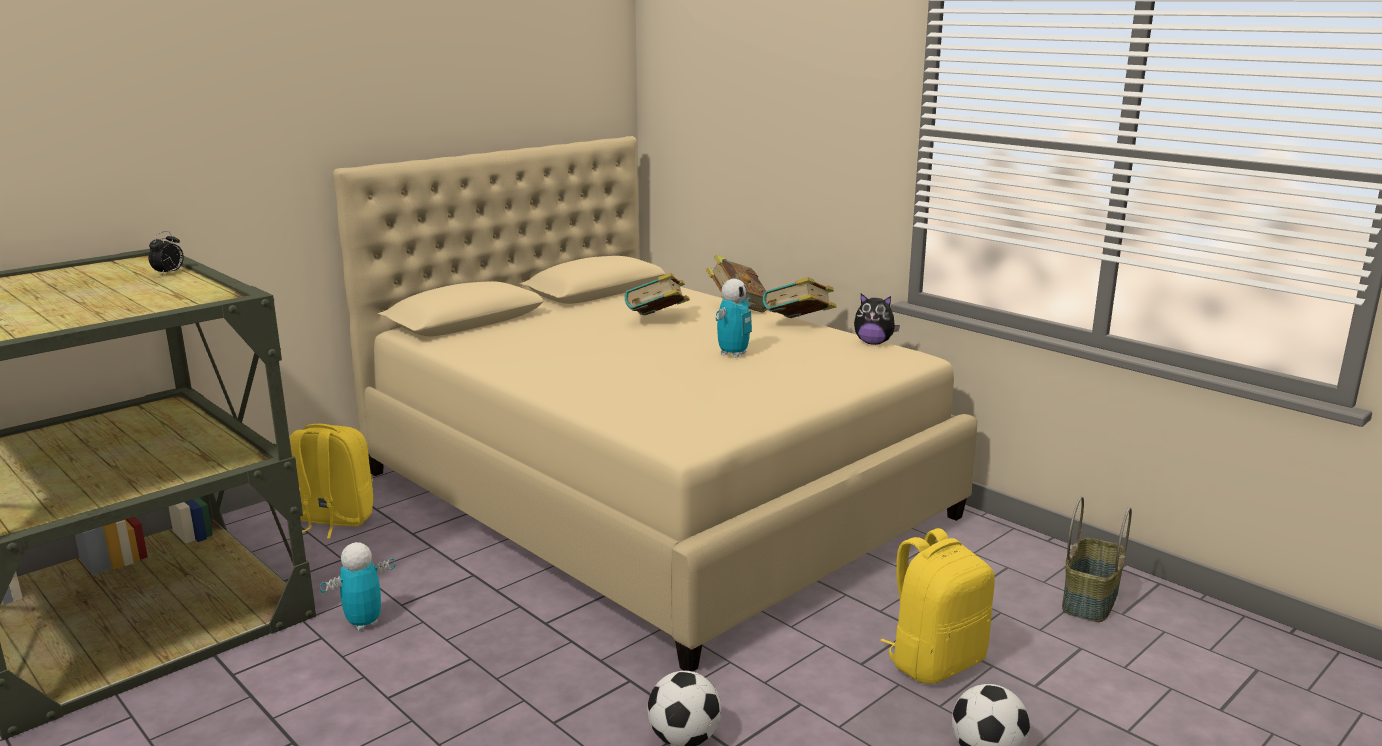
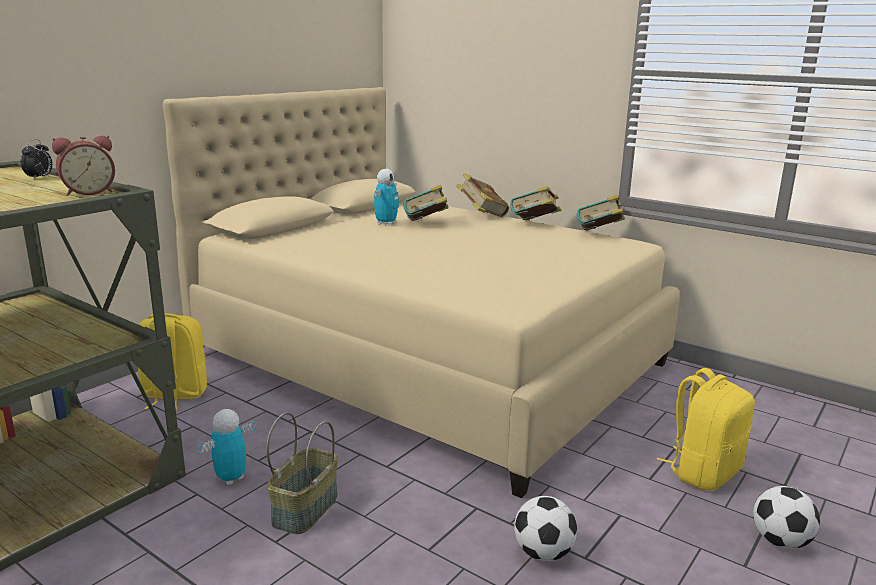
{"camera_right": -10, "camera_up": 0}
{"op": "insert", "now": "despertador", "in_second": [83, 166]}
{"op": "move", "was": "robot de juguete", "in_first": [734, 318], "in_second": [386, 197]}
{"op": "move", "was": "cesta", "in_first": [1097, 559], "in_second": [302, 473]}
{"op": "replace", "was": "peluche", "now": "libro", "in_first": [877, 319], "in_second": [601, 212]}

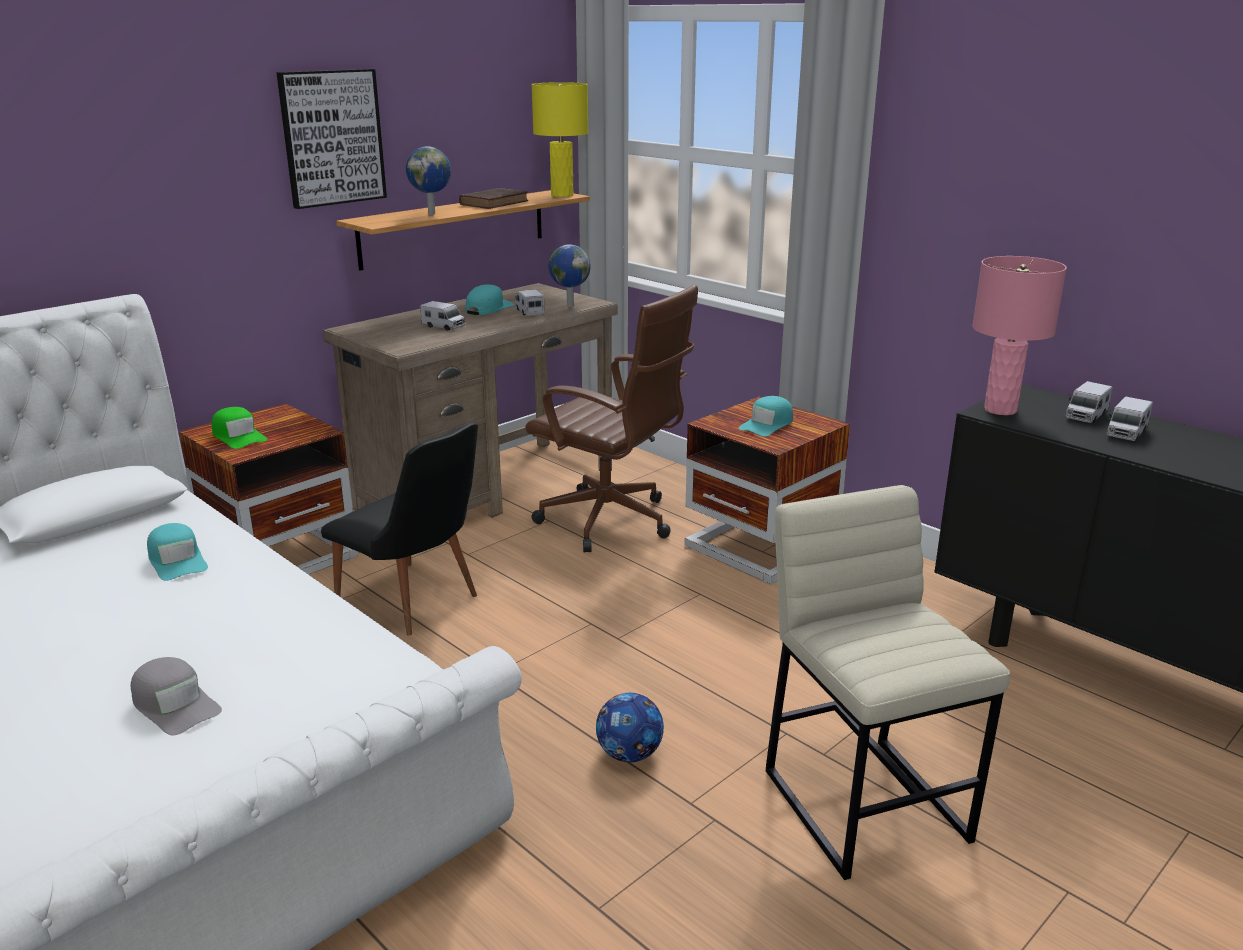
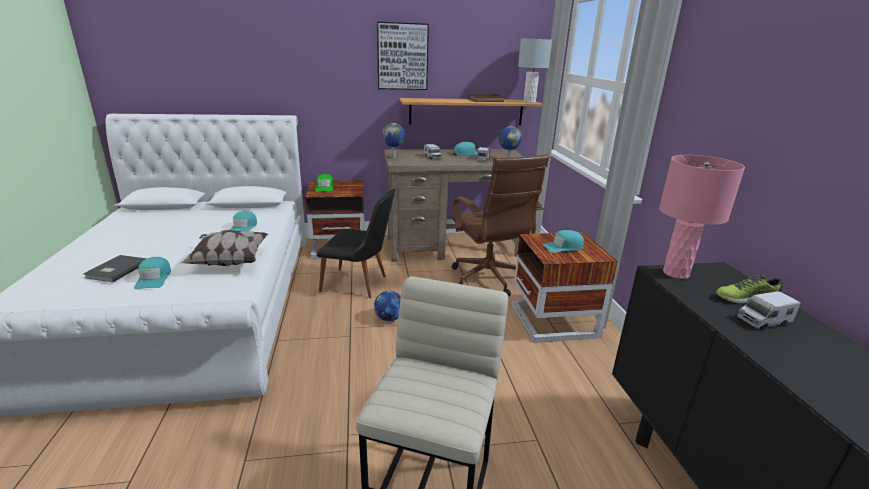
{"camera_right": 35, "camera_up": 0}
{"op": "insert", "now": "libro/gris", "in_second": [115, 268]}
{"op": "insert", "now": "cojín", "in_second": [224, 248]}
{"op": "move", "was": "globo terráqueo", "in_first": [428, 180], "in_second": [393, 140]}
{"op": "move", "was": "balón de fútbol", "in_first": [630, 727], "in_second": [387, 306]}
{"op": "replace", "was": "camión de juguete", "now": "zapato", "in_first": [1088, 402], "in_second": [749, 289]}
{"op": "recolor", "was": "gorra/gris", "now": "gorra/turquesa", "in_first": [176, 696], "in_second": [152, 273]}
{"op": "recolor", "was": "lámpara de mesa/amarillo", "now": "lámpara de mesa/gris", "in_first": [559, 139], "in_second": [535, 71]}
{"op": "rotate", "was": "silla/negro", "in_first": [399, 529], "in_second": [356, 243], "clockwise": -60}

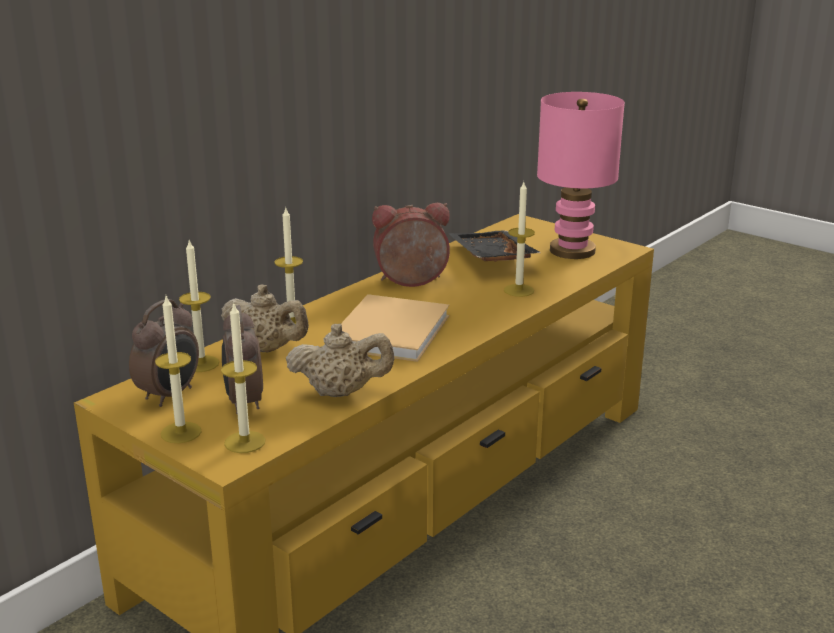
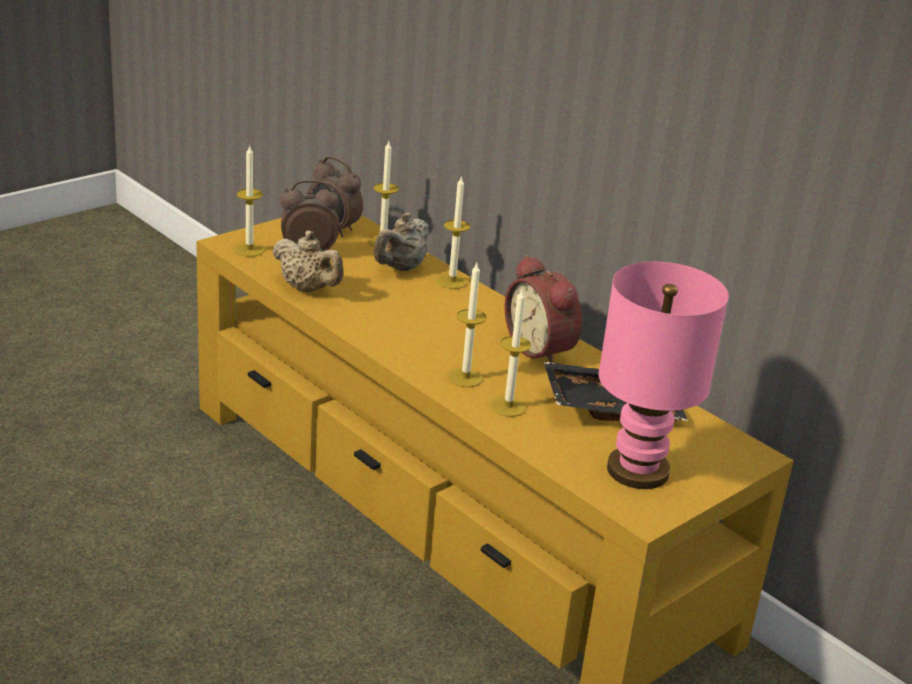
{"camera_right": 95, "camera_up": 5}
{"op": "delete", "was": "libro/beis", "in_first": [395, 328]}
{"op": "move", "was": "vela", "in_first": [178, 369], "in_second": [467, 325]}
{"op": "rotate", "was": "tetera/beis", "in_first": [340, 360], "in_second": [308, 261], "clockwise": -60}
{"op": "rotate", "was": "despertador", "in_first": [411, 245], "in_second": [543, 309], "clockwise": 150}

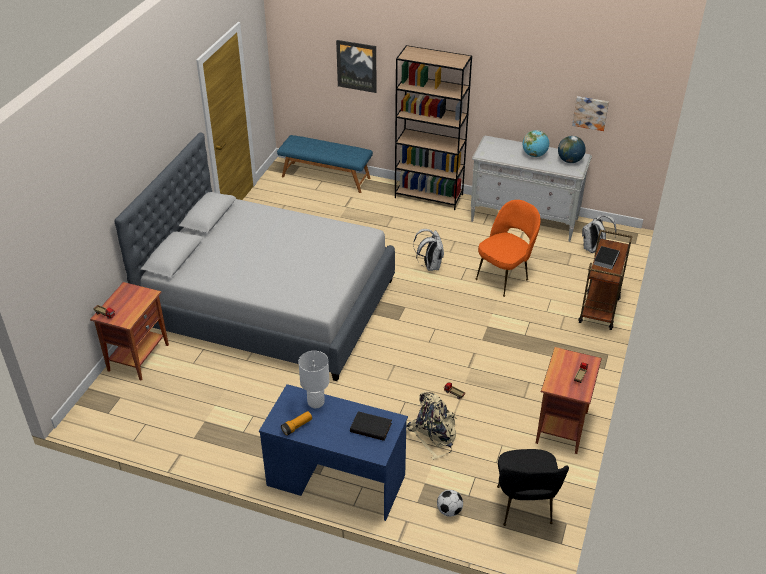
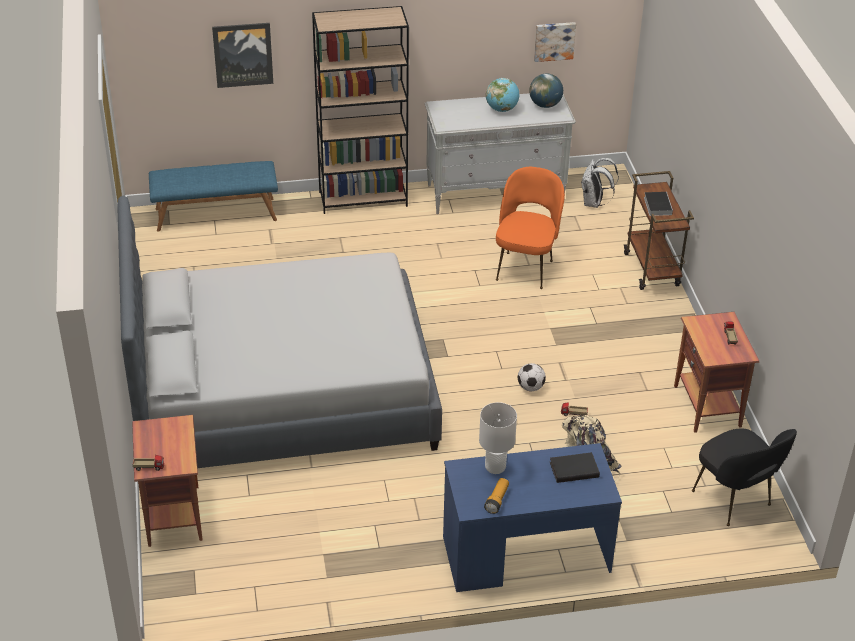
{"camera_right": -30, "camera_up": 0}
{"op": "delete", "was": "mochila/blanco", "in_first": [428, 250]}
{"op": "move", "was": "balón de fútbol", "in_first": [450, 503], "in_second": [532, 377]}

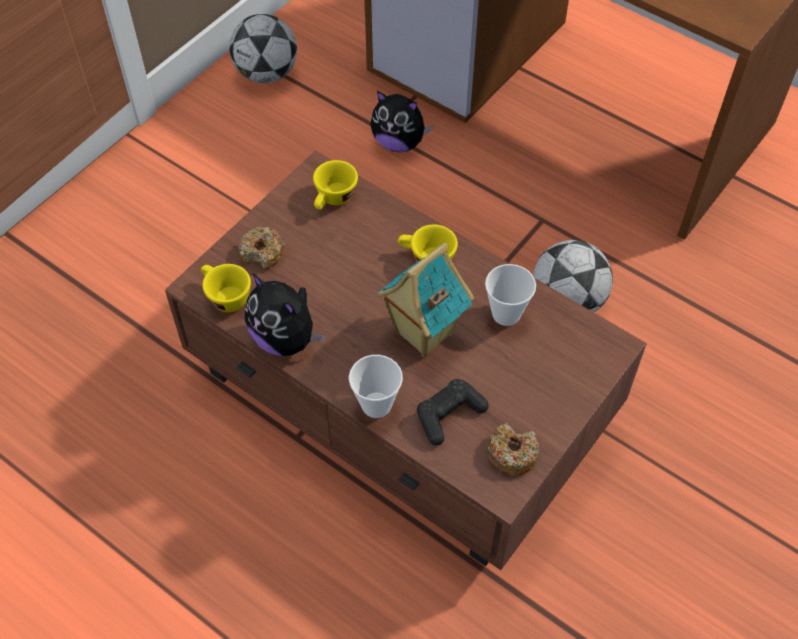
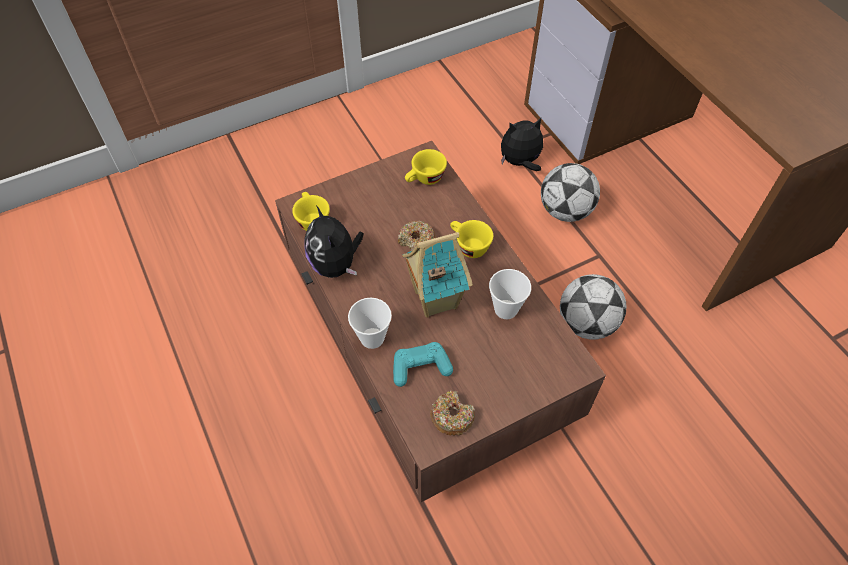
{"camera_right": 25, "camera_up": 0}
{"op": "move", "was": "balón de fútbol", "in_first": [263, 48], "in_second": [570, 192]}
{"op": "move", "was": "rosquilla", "in_first": [261, 247], "in_second": [417, 236]}
{"op": "recolor", "was": "mando de consola/negro", "now": "mando de consola/turquesa", "in_first": [453, 412], "in_second": [423, 364]}
{"op": "rotate", "was": "peluche", "in_first": [402, 121], "in_second": [522, 144], "clockwise": 120}

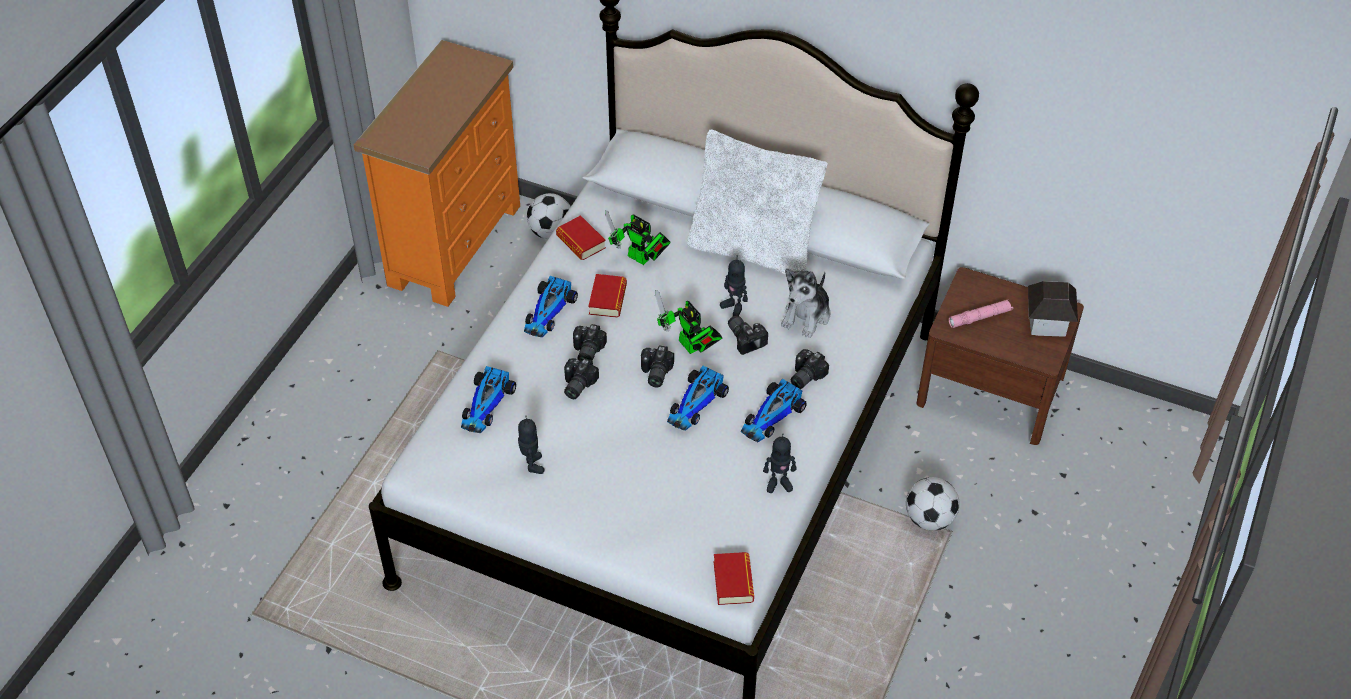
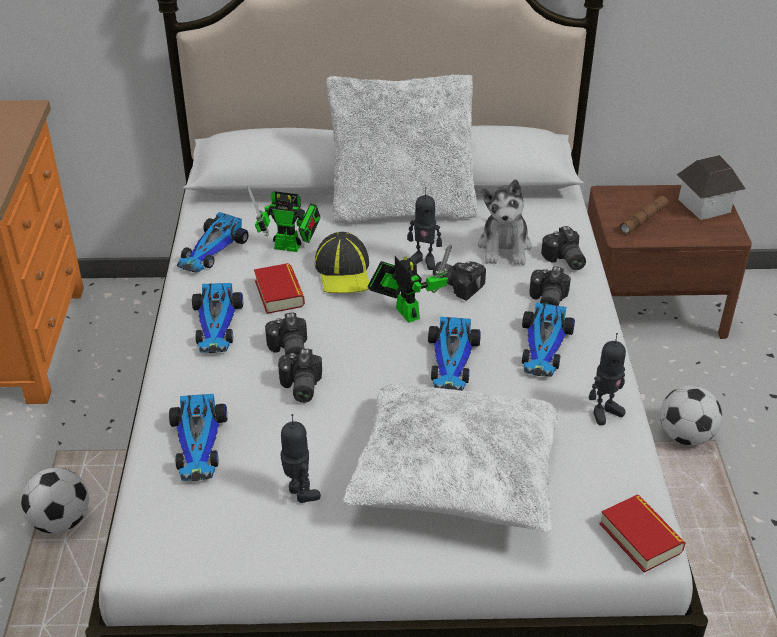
{"camera_right": -25, "camera_up": -10}
{"op": "insert", "now": "gorra", "in_second": [342, 262]}
{"op": "insert", "now": "cojín/blanco", "in_second": [451, 458]}
{"op": "move", "was": "balón de fútbol", "in_first": [549, 216], "in_second": [55, 501]}
{"op": "move", "was": "cámara", "in_first": [657, 366], "in_second": [563, 248]}
{"op": "replace", "was": "libro", "now": "coche de juguete", "in_first": [581, 237], "in_second": [213, 242]}
{"op": "recolor", "was": "linterna/rosa", "now": "linterna/marrón", "in_first": [981, 314], "in_second": [644, 215]}
{"op": "rotate", "was": "robot de juguete", "in_first": [688, 322], "in_second": [410, 283], "clockwise": -150}

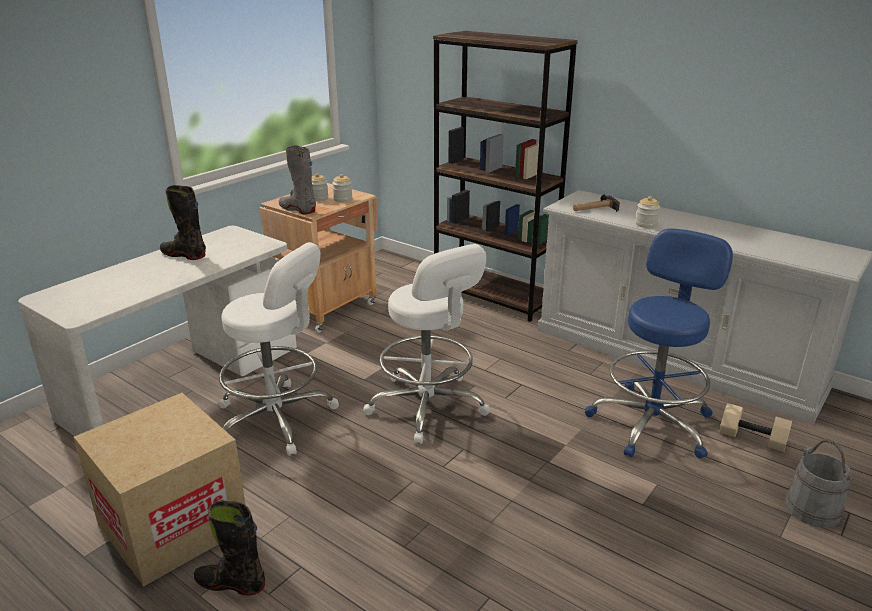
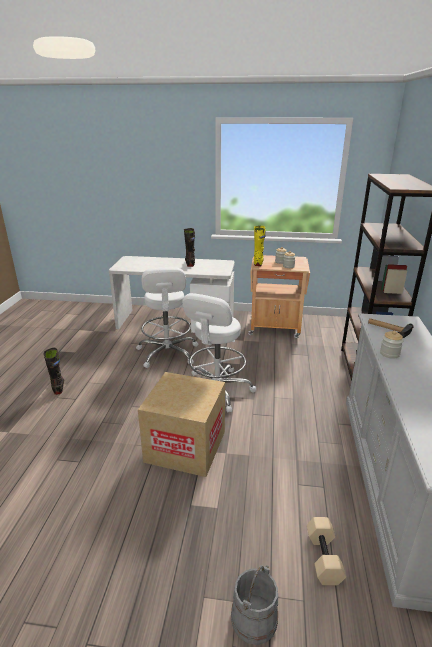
{"camera_right": 60, "camera_up": 0}
{"op": "delete", "was": "taburete/azul", "in_first": [659, 343]}
{"op": "move", "was": "caja de cartón", "in_first": [160, 490], "in_second": [181, 424]}
{"op": "recolor", "was": "bota/gris", "now": "bota/amarillo", "in_first": [297, 180], "in_second": [260, 246]}

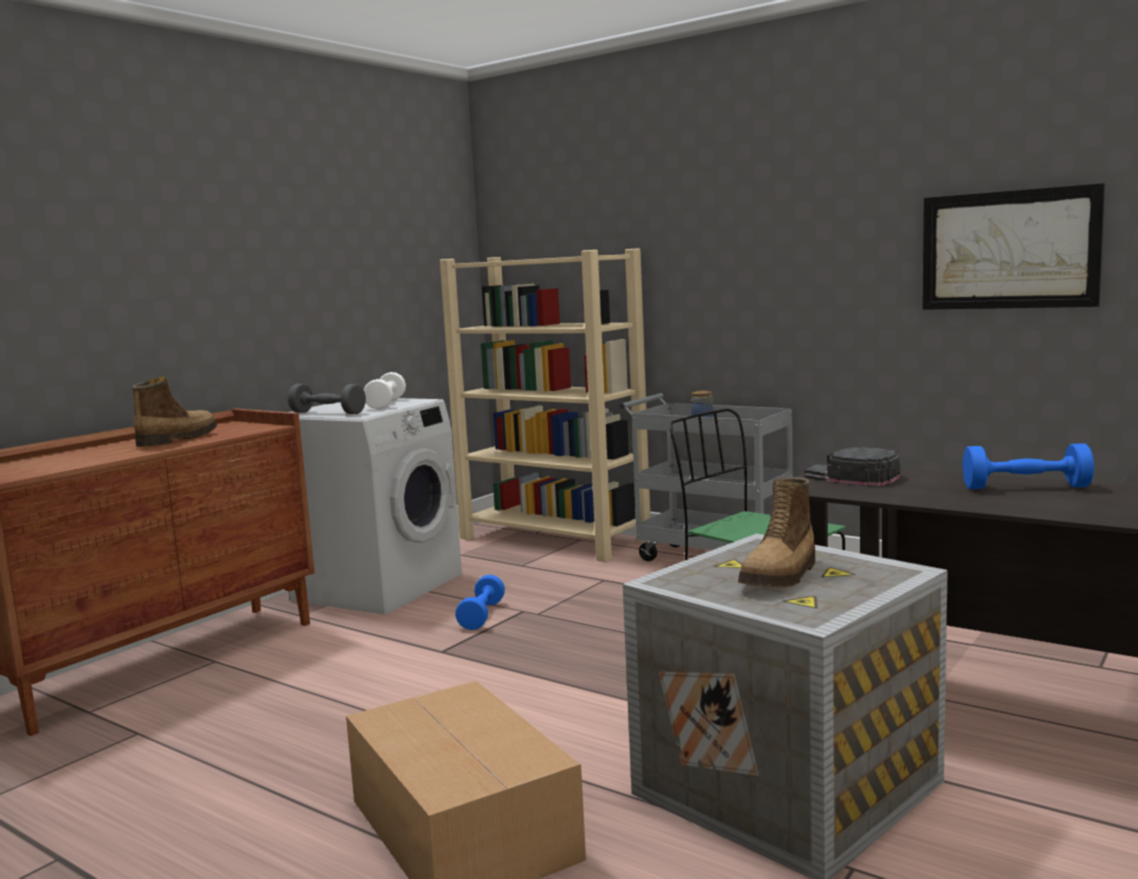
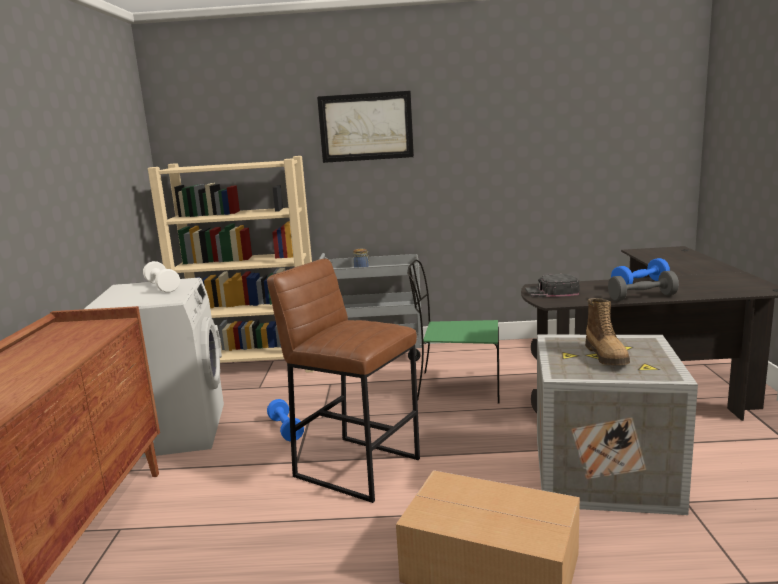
{"camera_right": -35, "camera_up": 5}
{"op": "delete", "was": "bota", "in_first": [174, 411]}
{"op": "insert", "now": "taburete/marrón", "in_second": [343, 380]}
{"op": "move", "was": "mancuerna/gris", "in_first": [327, 399], "in_second": [643, 286]}
{"op": "move", "was": "cuadro", "in_first": [1013, 246], "in_second": [365, 127]}

